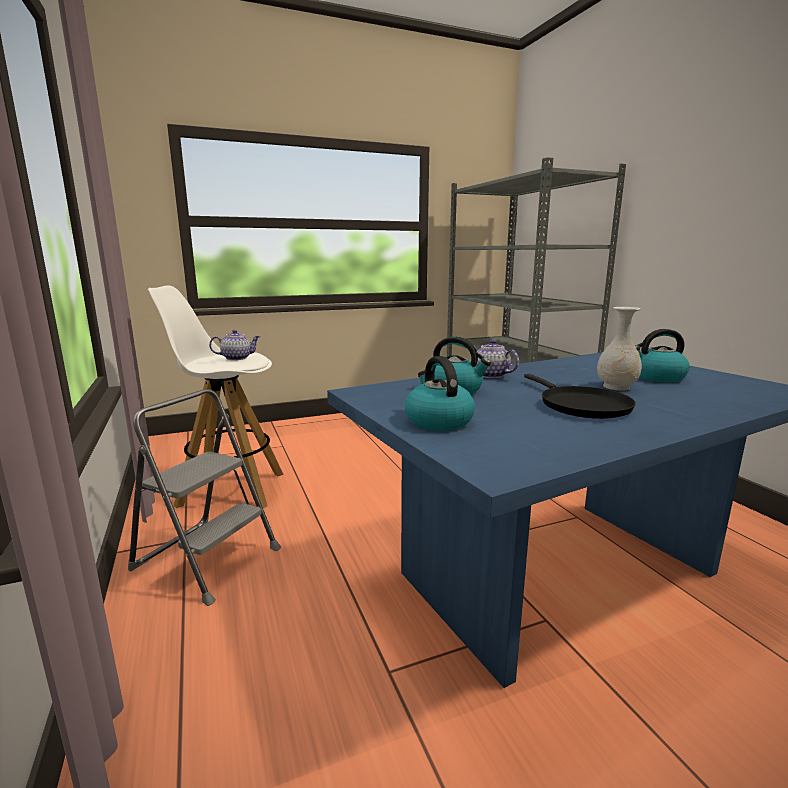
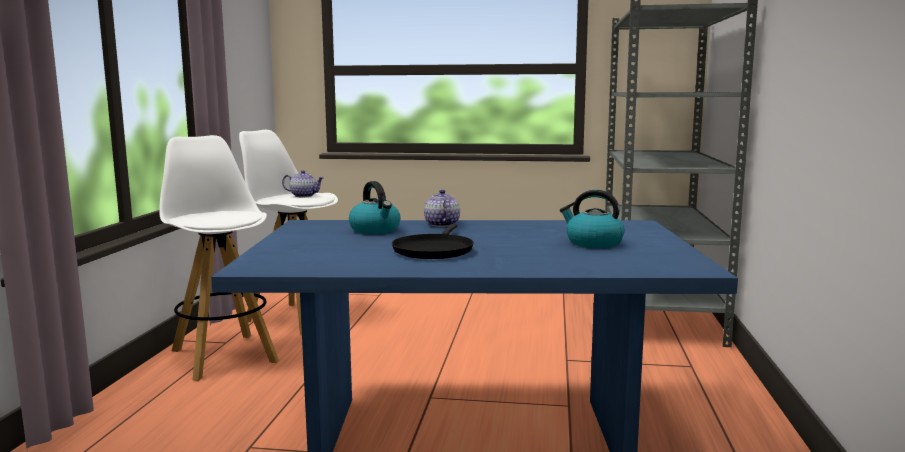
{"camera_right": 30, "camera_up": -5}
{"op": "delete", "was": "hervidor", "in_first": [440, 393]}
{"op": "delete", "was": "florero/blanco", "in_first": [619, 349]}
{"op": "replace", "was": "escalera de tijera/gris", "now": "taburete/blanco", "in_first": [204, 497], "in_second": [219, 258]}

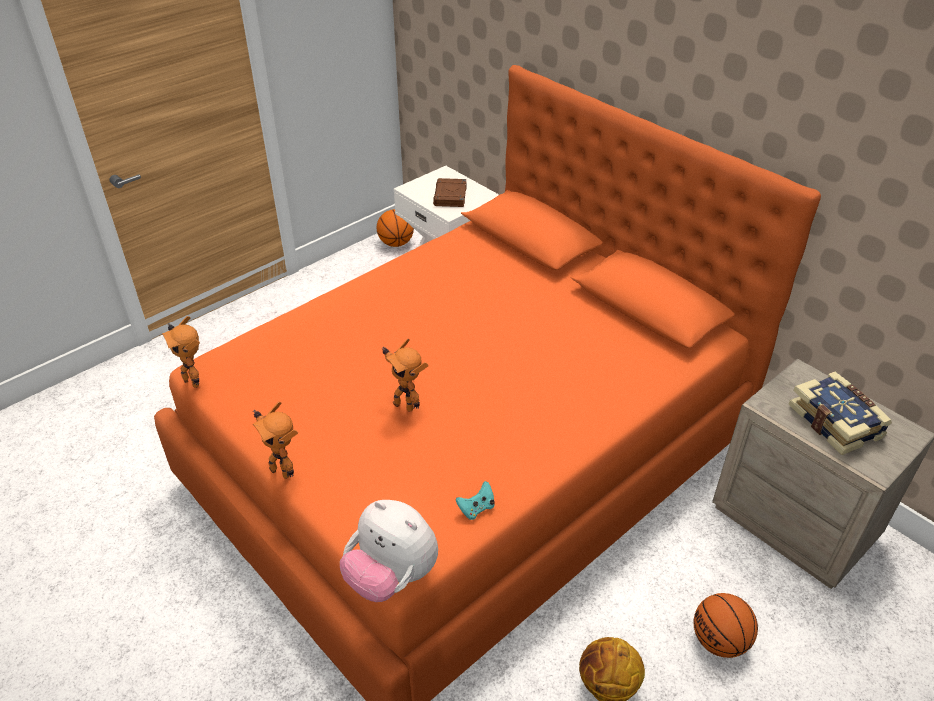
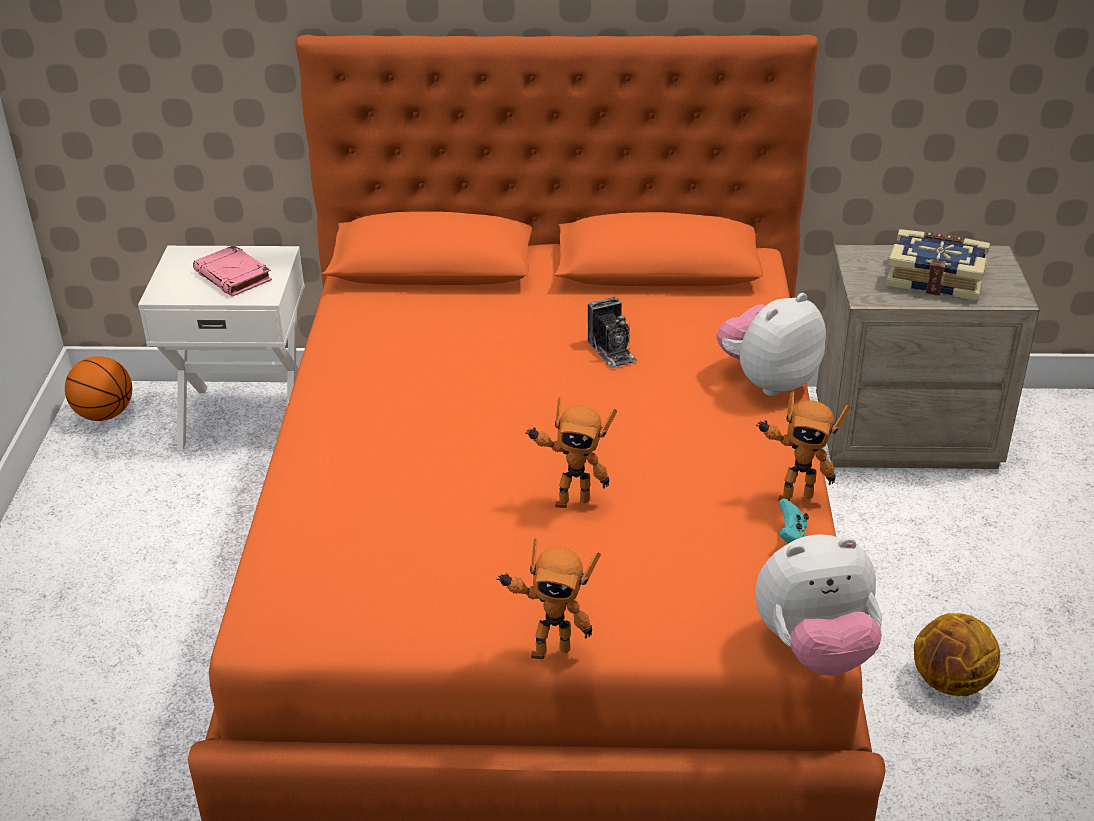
{"camera_right": -45, "camera_up": -5}
{"op": "delete", "was": "balón de baloncesto", "in_first": [726, 625]}
{"op": "insert", "now": "cámara", "in_second": [613, 333]}
{"op": "insert", "now": "peluche", "in_second": [771, 344]}
{"op": "move", "was": "robot de juguete", "in_first": [181, 352], "in_second": [803, 446]}
{"op": "recolor", "was": "libro/marrón", "now": "libro/rosa", "in_first": [450, 192], "in_second": [232, 271]}

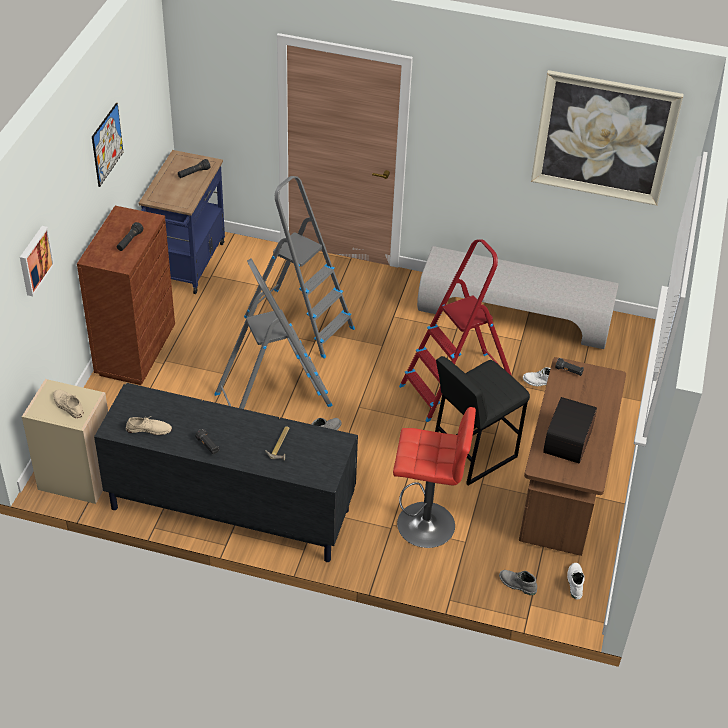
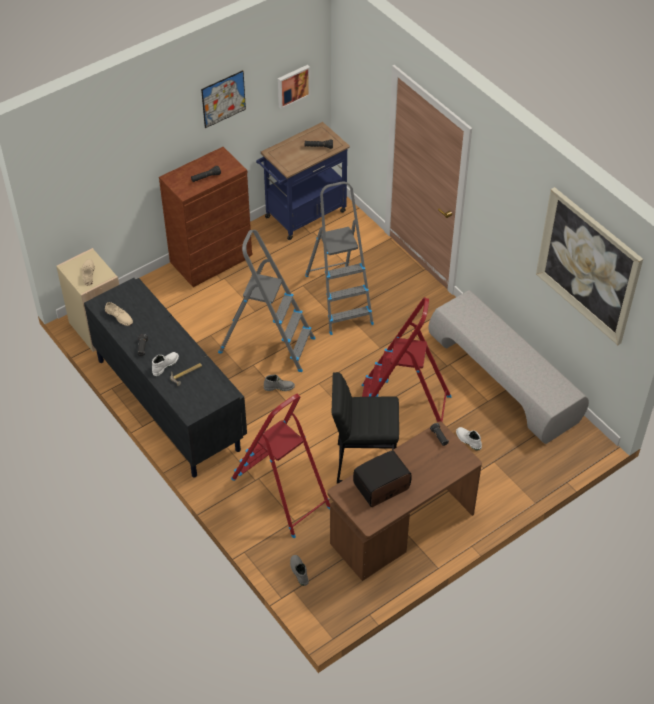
{"camera_right": 40, "camera_up": 5}
{"op": "move", "was": "cuadro", "in_first": [37, 261], "in_second": [294, 87]}
{"op": "move", "was": "bota/blanco", "in_first": [576, 581], "in_second": [165, 364]}
{"op": "replace", "was": "taburete/rojo", "now": "escalera de tijera/rojo", "in_first": [434, 477], "in_second": [280, 466]}

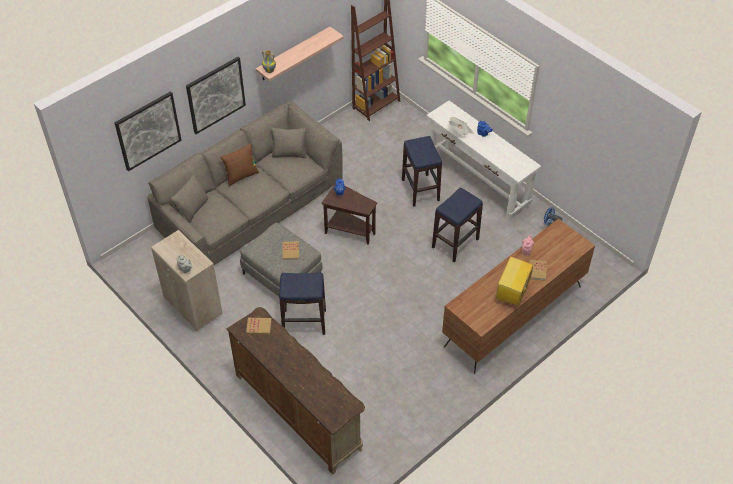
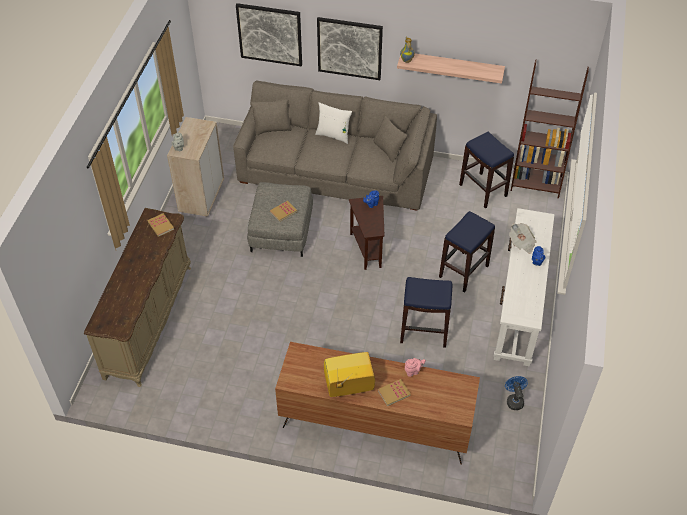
{"camera_right": 55, "camera_up": 0}
{"op": "move", "was": "taburete", "in_first": [302, 304], "in_second": [486, 170]}
{"op": "recolor", "was": "cojín/marrón", "now": "cojín/blanco", "in_first": [239, 164], "in_second": [333, 123]}

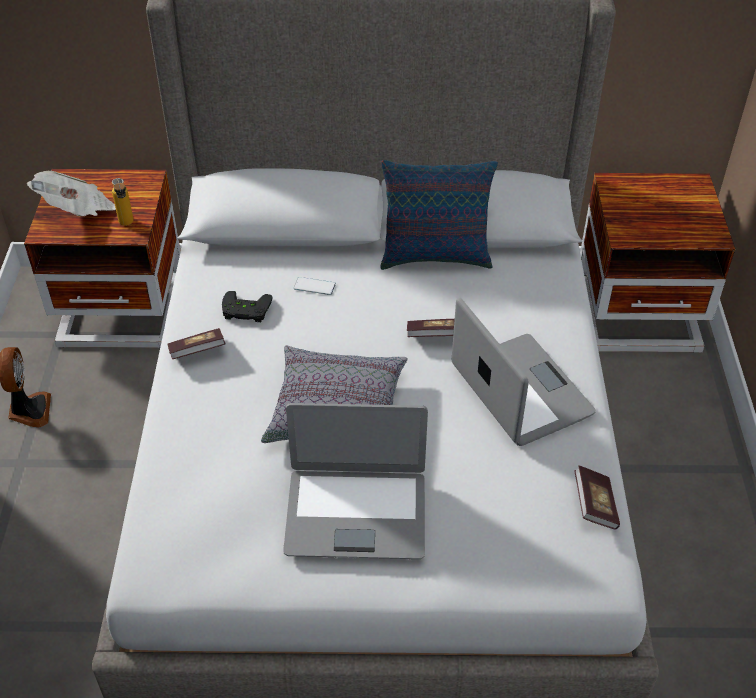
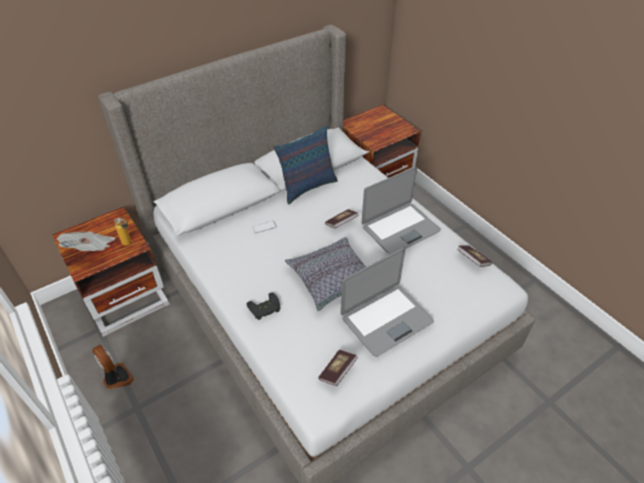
{"camera_right": -35, "camera_up": 0}
{"op": "move", "was": "libro", "in_first": [197, 343], "in_second": [337, 368]}
{"op": "move", "was": "mando de consola/negro", "in_first": [247, 306], "in_second": [263, 306]}
{"op": "rotate", "was": "portátil", "in_first": [524, 371], "in_second": [401, 211], "clockwise": 120}

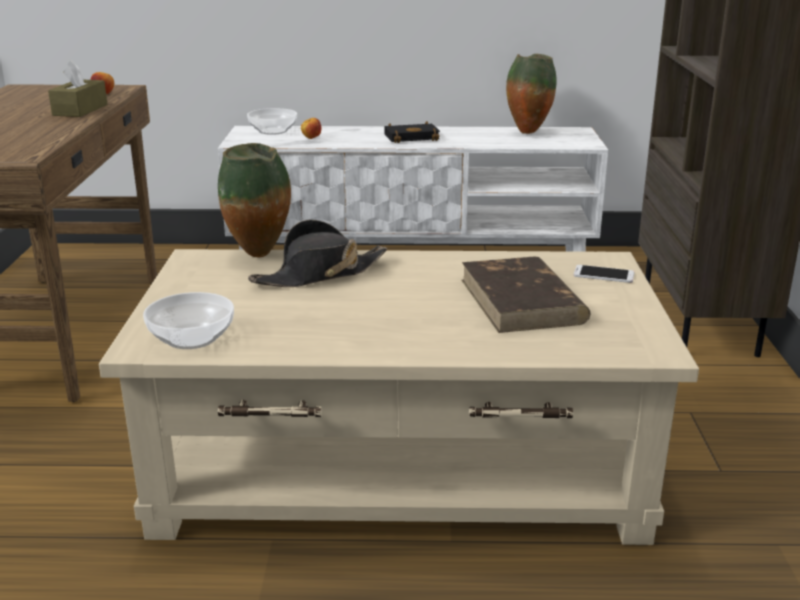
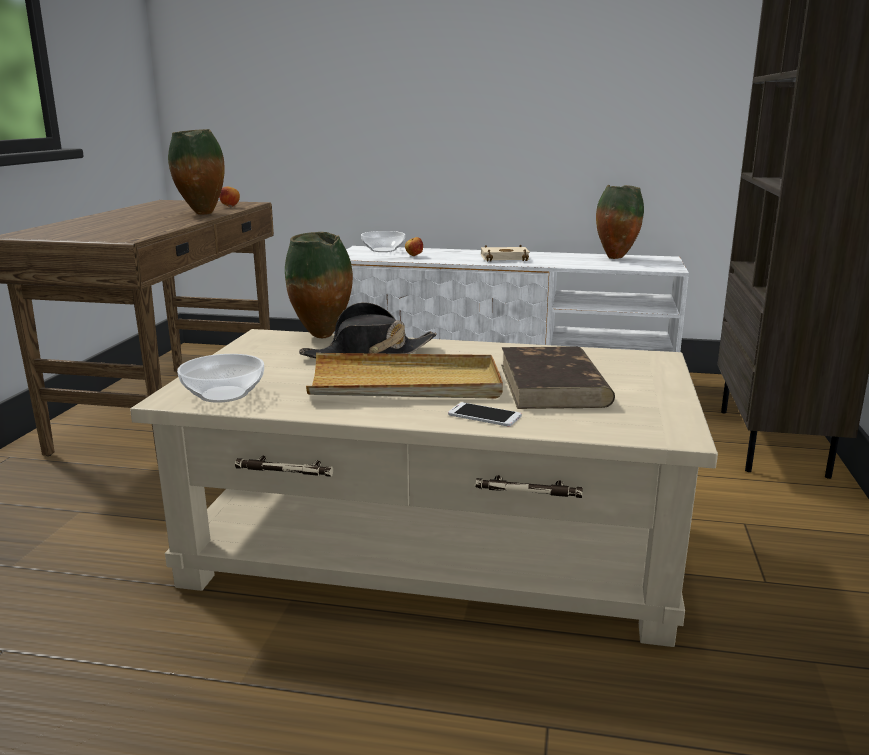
{"camera_right": 10, "camera_up": -5}
{"op": "insert", "now": "bandeja/beis", "in_second": [404, 376]}
{"op": "move", "was": "móvil", "in_first": [604, 274], "in_second": [485, 414]}
{"op": "replace", "was": "caja de pañuelos/marrón", "now": "florero", "in_first": [77, 88], "in_second": [196, 172]}
{"op": "recolor", "was": "libro/negro", "now": "libro/beis", "in_first": [412, 132], "in_second": [505, 252]}

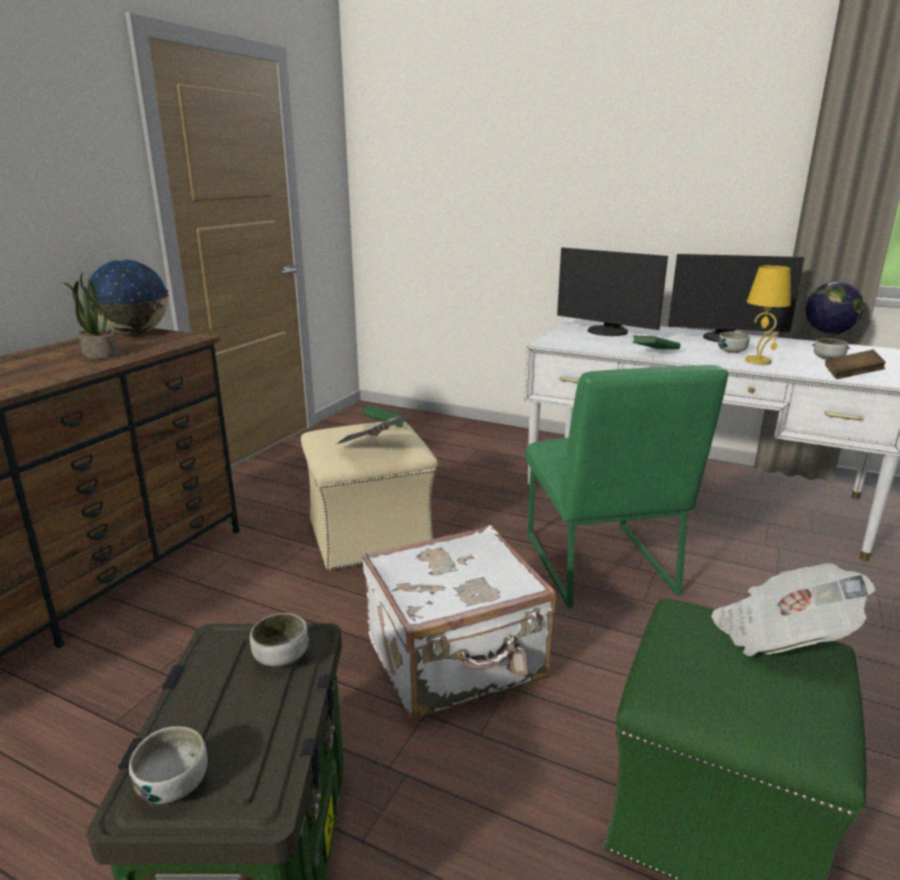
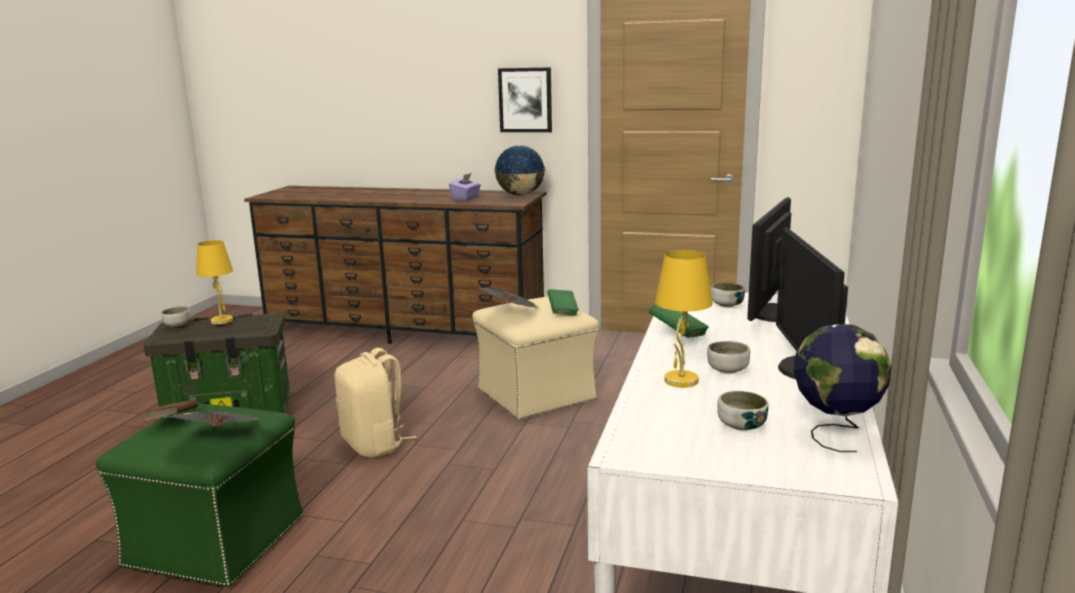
{"camera_right": 80, "camera_up": -5}
{"op": "delete", "was": "silla/verde", "in_first": [626, 486]}
{"op": "insert", "now": "lámpara de mesa/amarillo", "in_second": [214, 282]}
{"op": "insert", "now": "cuadro", "in_second": [525, 99]}
{"op": "move", "was": "cuenco", "in_first": [279, 640], "in_second": [728, 295]}
{"op": "move", "was": "libro/marrón", "in_first": [855, 364], "in_second": [170, 410]}
{"op": "replace", "was": "planta en maceta", "now": "caja de pañuelos/morado", "in_first": [91, 315], "in_second": [465, 187]}
{"op": "replace", "was": "maleta/blanco", "now": "mochila/beis", "in_first": [459, 622], "in_second": [375, 403]}

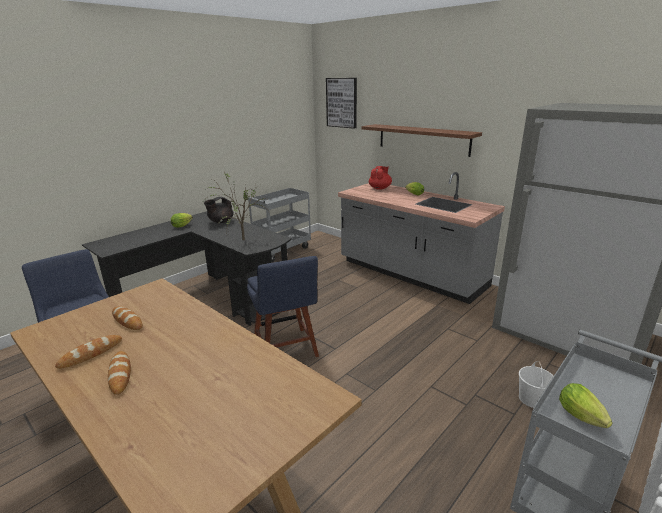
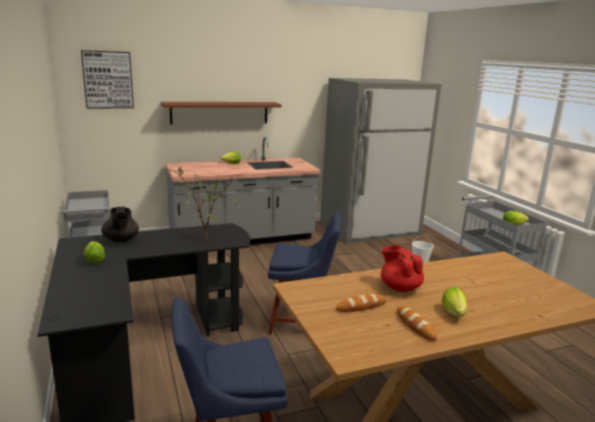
{"camera_right": -65, "camera_up": -5}
{"op": "move", "was": "tetera/rojo", "in_first": [380, 178], "in_second": [402, 268]}
{"op": "replace", "was": "pan", "now": "lechuga", "in_first": [119, 373], "in_second": [454, 302]}

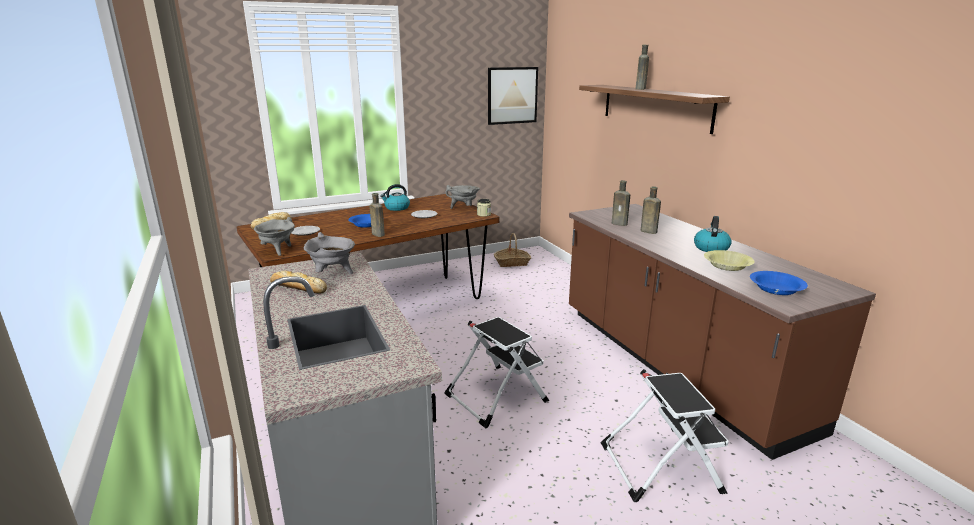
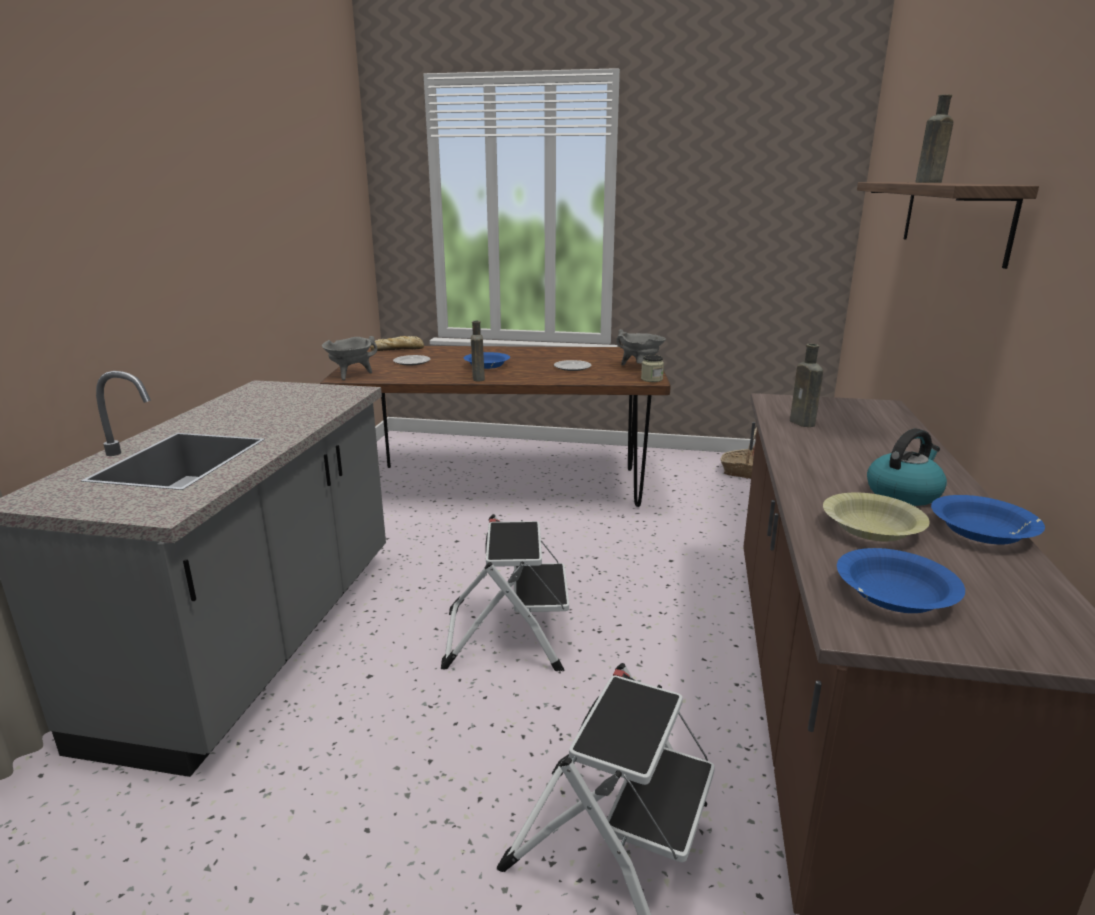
{"camera_right": 35, "camera_up": 0}
{"op": "delete", "was": "pan", "in_first": [298, 282]}
{"op": "delete", "was": "olla/gris", "in_first": [329, 253]}
{"op": "delete", "was": "hervidor", "in_first": [395, 197]}
{"op": "delete", "was": "cuadro", "in_first": [513, 96]}
{"op": "delete", "was": "botella/marrón", "in_first": [651, 210]}
{"op": "insert", "now": "cuenco/azul", "in_second": [988, 520]}

